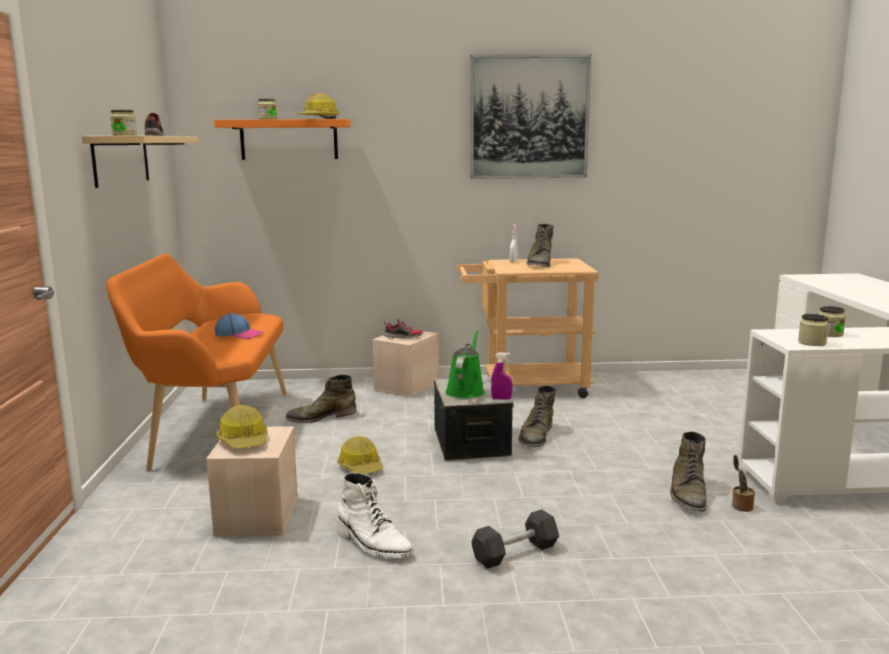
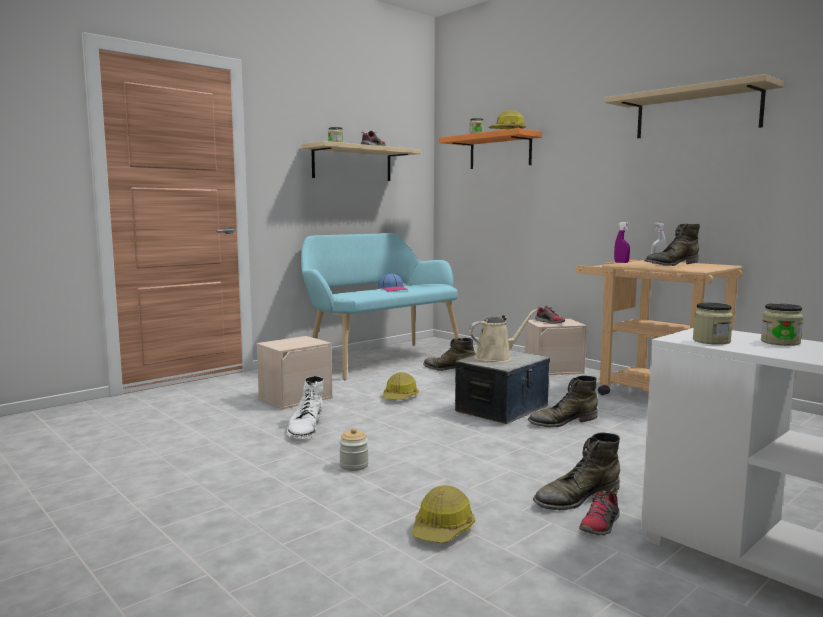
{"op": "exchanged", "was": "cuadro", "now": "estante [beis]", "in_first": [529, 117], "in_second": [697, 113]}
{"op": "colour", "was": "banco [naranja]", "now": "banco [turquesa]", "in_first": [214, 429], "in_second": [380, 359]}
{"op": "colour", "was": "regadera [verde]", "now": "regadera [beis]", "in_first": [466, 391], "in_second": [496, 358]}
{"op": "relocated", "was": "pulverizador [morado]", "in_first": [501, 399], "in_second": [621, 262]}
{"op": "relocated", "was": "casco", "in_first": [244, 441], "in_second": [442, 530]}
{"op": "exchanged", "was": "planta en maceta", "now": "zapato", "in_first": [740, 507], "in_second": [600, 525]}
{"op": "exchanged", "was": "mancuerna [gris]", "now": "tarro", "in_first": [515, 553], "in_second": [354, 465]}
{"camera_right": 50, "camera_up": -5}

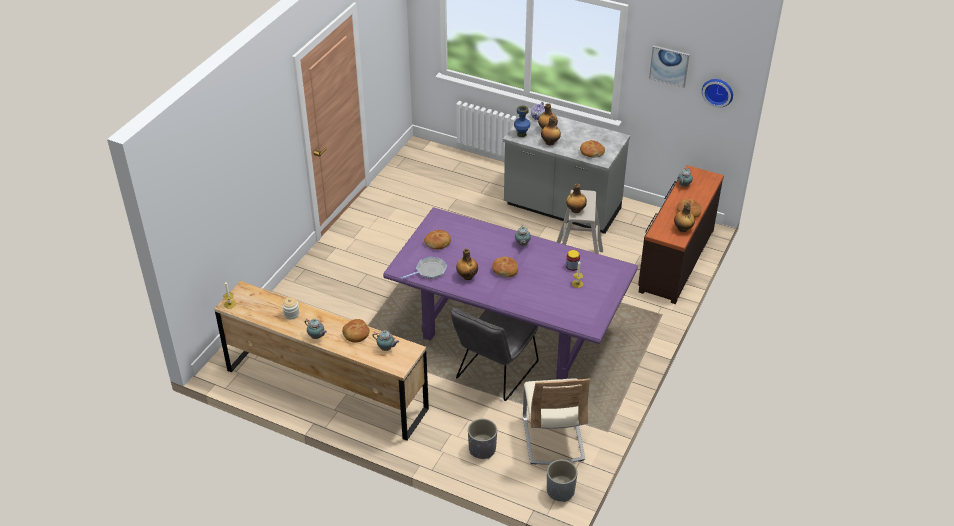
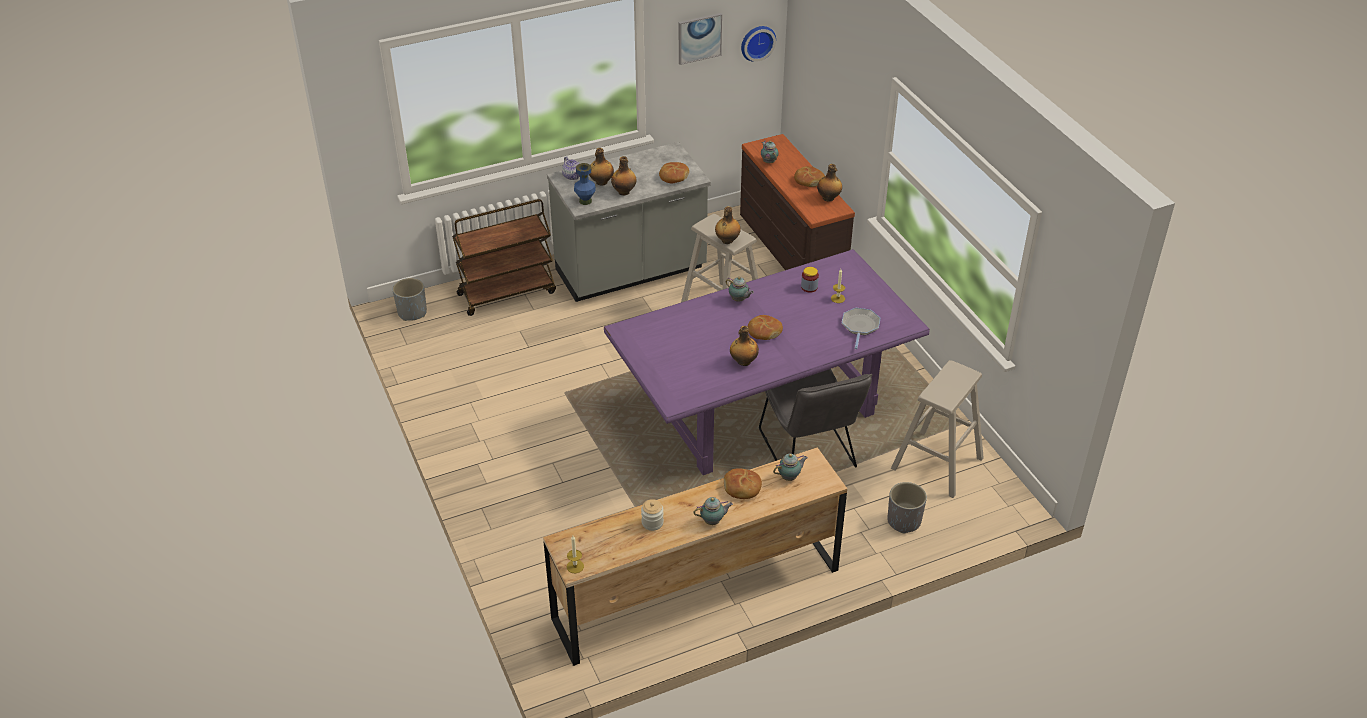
{"op": "missing", "was": "pan", "in_first": [438, 243]}
{"op": "relocated", "was": "sartén", "in_first": [429, 271], "in_second": [860, 326]}
{"op": "exchanged", "was": "silla [beis]", "now": "taburete [beis]", "in_first": [553, 438], "in_second": [937, 463]}
{"op": "relocated", "was": "maceta [gris]", "in_first": [560, 491], "in_second": [412, 312]}
{"op": "appeared", "now": "carrito [marrón]", "in_second": [507, 293]}
{"camera_right": -50, "camera_up": 0}

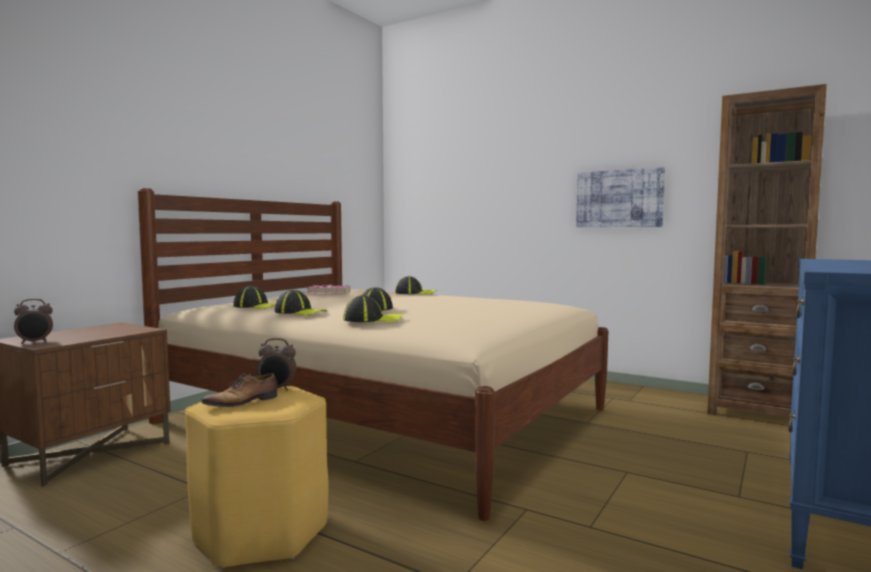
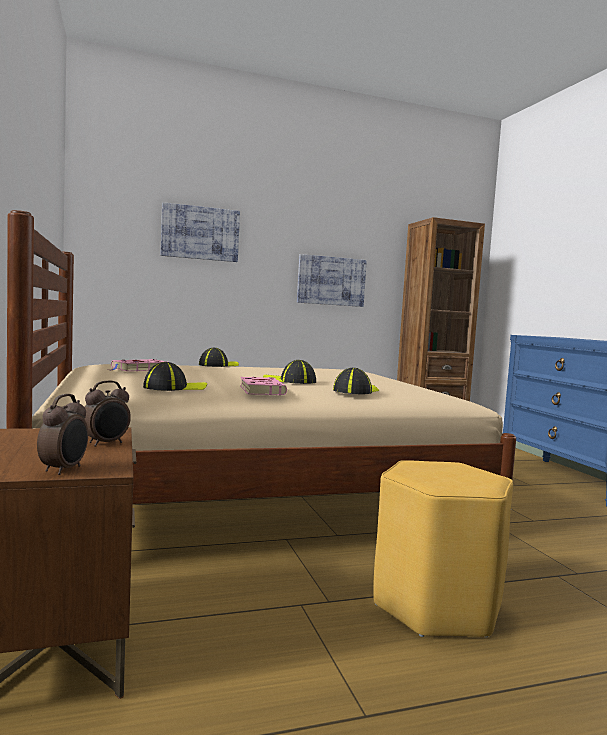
{"op": "exchanged", "was": "gorra", "now": "libro [rosa]", "in_first": [300, 312], "in_second": [261, 390]}
{"op": "relocated", "was": "despertador", "in_first": [277, 389], "in_second": [106, 444]}
{"op": "missing", "was": "zapato", "in_first": [243, 402]}
{"op": "appeared", "now": "cuadro", "in_second": [200, 233]}
{"camera_right": -50, "camera_up": 0}

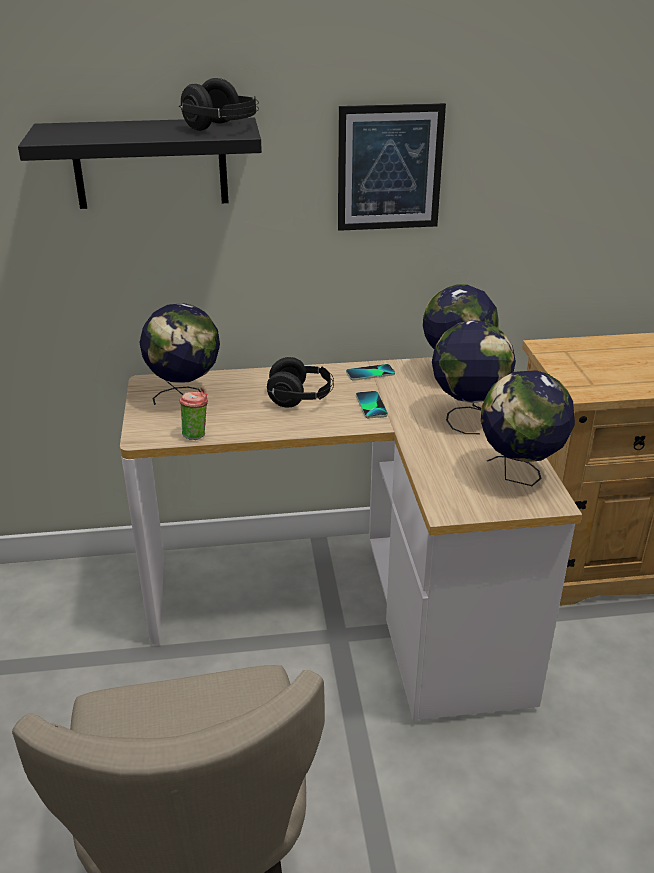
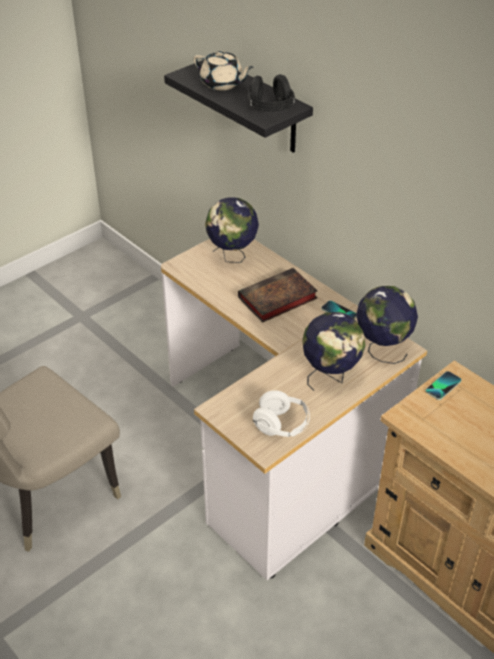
{"op": "missing", "was": "cuadro", "in_first": [389, 168]}
{"op": "exchanged", "was": "auriculares [negro]", "now": "libro", "in_first": [301, 399], "in_second": [276, 299]}
{"op": "exchanged", "was": "globo terráqueo", "now": "auriculares [blanco]", "in_first": [518, 475], "in_second": [281, 425]}
{"op": "missing", "was": "taza", "in_first": [196, 434]}
{"op": "relocated", "was": "móvil", "in_first": [371, 405], "in_second": [443, 386]}
{"op": "appeared", "now": "tetera [beis]", "in_second": [222, 84]}
{"camera_right": 55, "camera_up": 10}

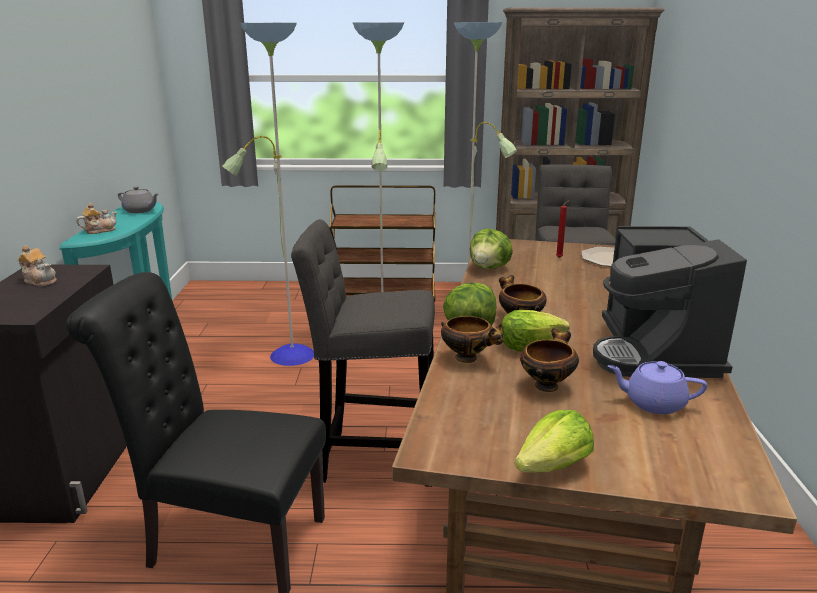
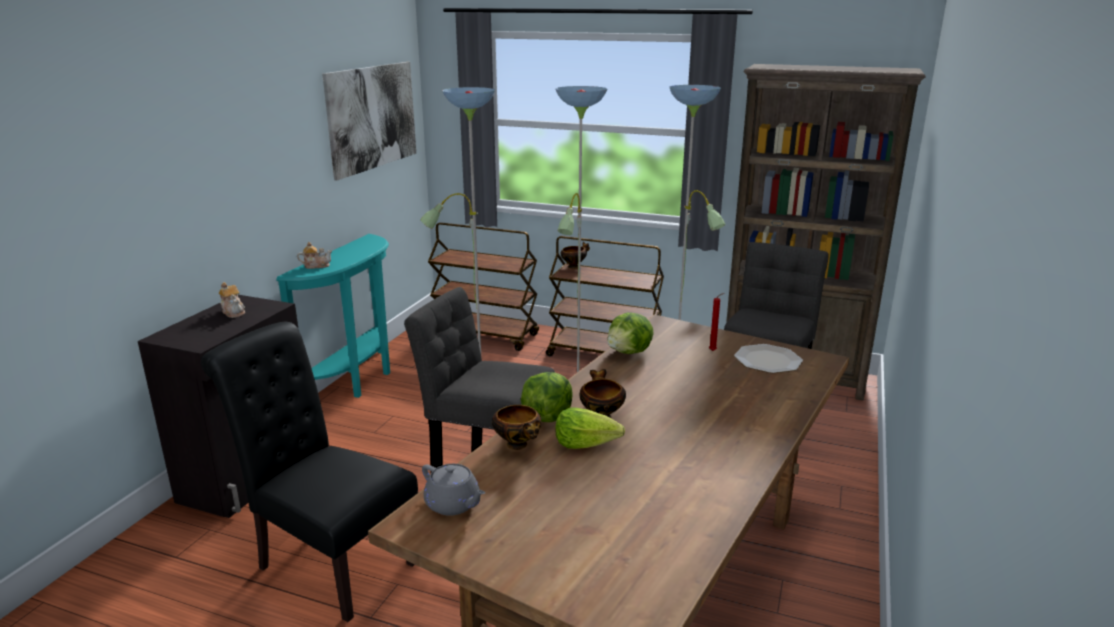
{"op": "relocated", "was": "tetera [gris]", "in_first": [140, 210], "in_second": [453, 504]}
{"op": "missing", "was": "cafetera", "in_first": [655, 352]}
{"op": "relocated", "was": "cuenco", "in_first": [546, 384], "in_second": [574, 266]}
{"op": "missing", "was": "tetera [morado]", "in_first": [653, 403]}
{"op": "missing", "was": "lechuga", "in_first": [553, 467]}
{"op": "appeared", "now": "cuadro", "in_second": [372, 117]}
{"op": "appeared", "now": "carrito [marrón]", "in_second": [485, 335]}
{"camera_right": 20, "camera_up": 0}

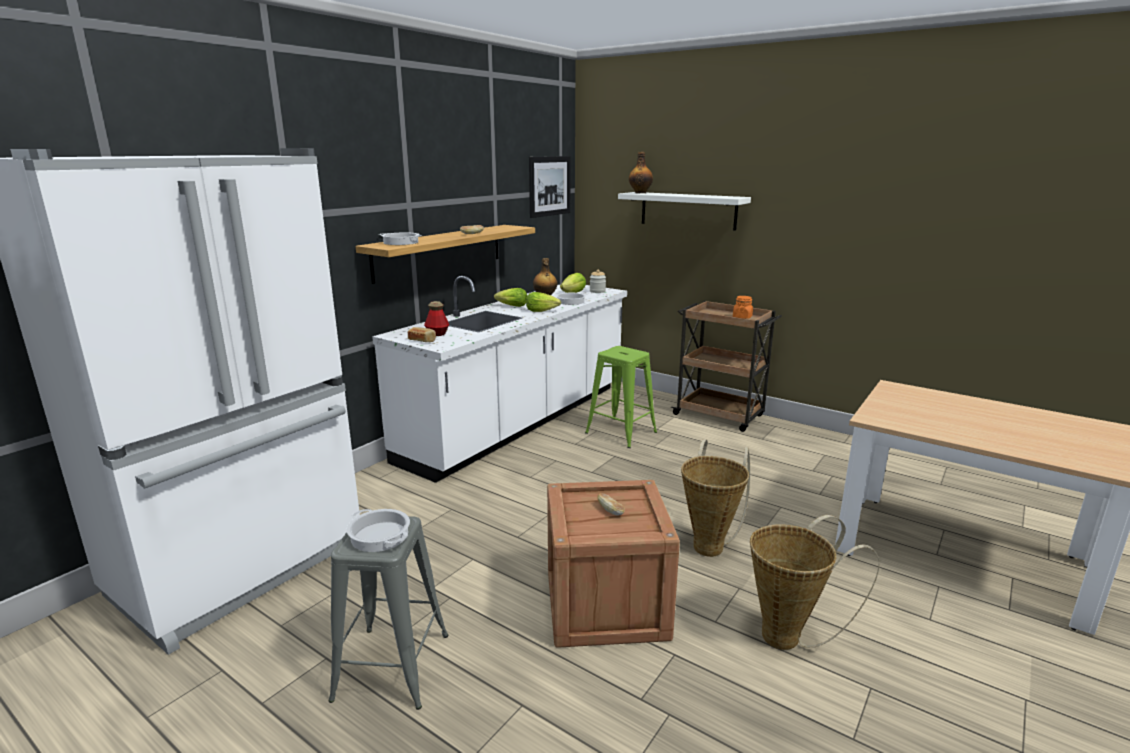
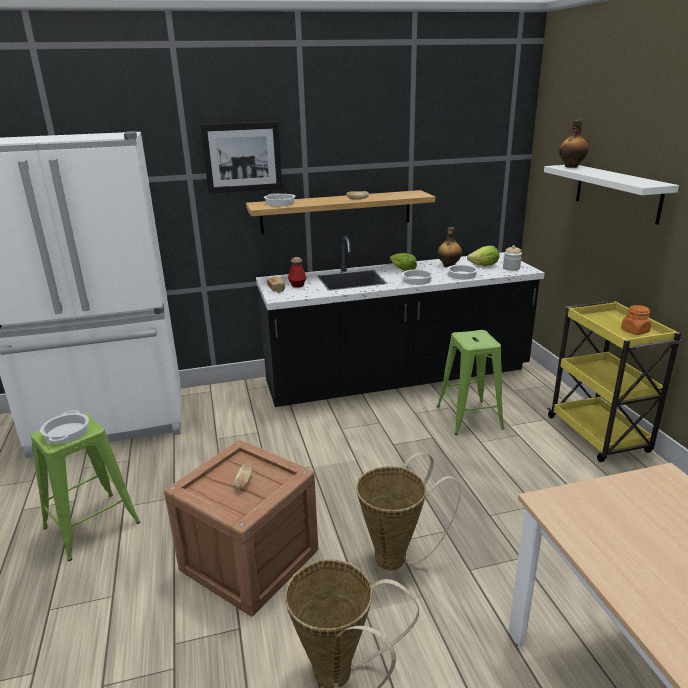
{"op": "relocated", "was": "cuadro", "in_first": [549, 186], "in_second": [242, 157]}
{"op": "colour", "was": "mueble bajo de cocina [blanco]", "now": "mueble bajo de cocina [negro]", "in_first": [520, 422], "in_second": [397, 377]}
{"op": "exchanged", "was": "lechuga", "now": "olla", "in_first": [542, 311], "in_second": [416, 280]}
{"op": "colour", "was": "carrito [marrón]", "now": "carrito [amarillo]", "in_first": [720, 416], "in_second": [599, 435]}
{"op": "colour", "was": "taburete [gris]", "now": "taburete [verde]", "in_first": [391, 667], "in_second": [91, 525]}
{"camera_right": 40, "camera_up": 5}

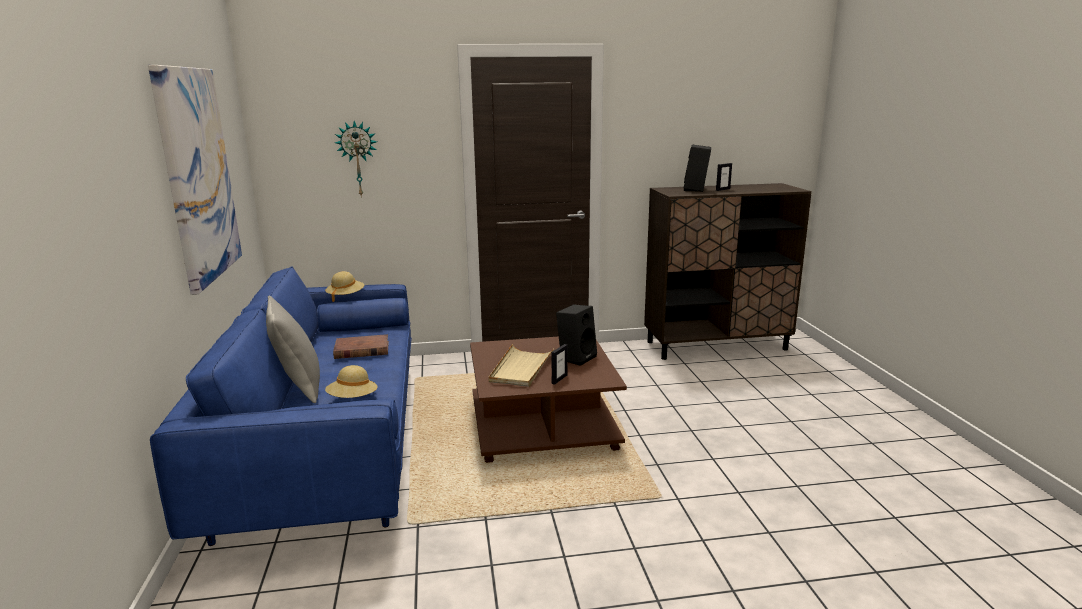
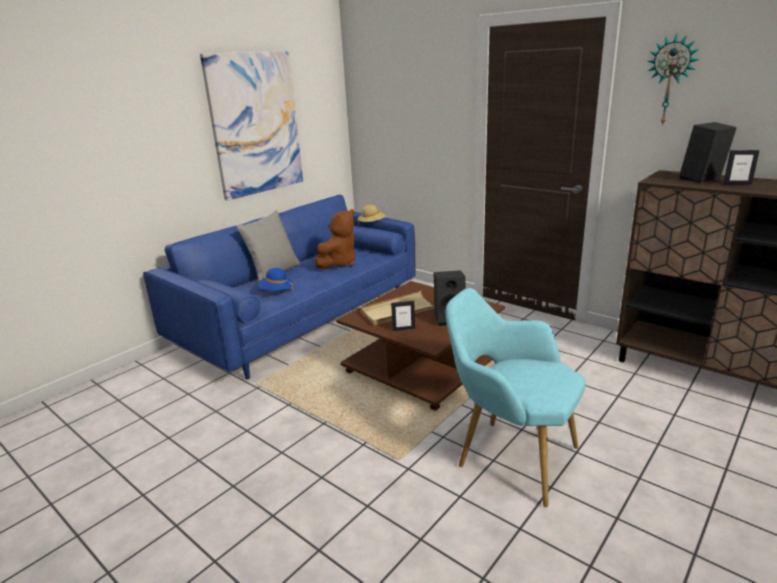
{"op": "relocated", "was": "reloj de pared", "in_first": [358, 159], "in_second": [670, 80]}
{"op": "exchanged", "was": "libro [marrón]", "now": "peluche [marrón]", "in_first": [361, 350], "in_second": [339, 263]}
{"op": "colour", "was": "sombrero [beis]", "now": "sombrero [azul]", "in_first": [353, 399], "in_second": [276, 291]}
{"op": "appeared", "now": "sillón [turquesa]", "in_second": [509, 456]}
{"camera_right": 50, "camera_up": 5}

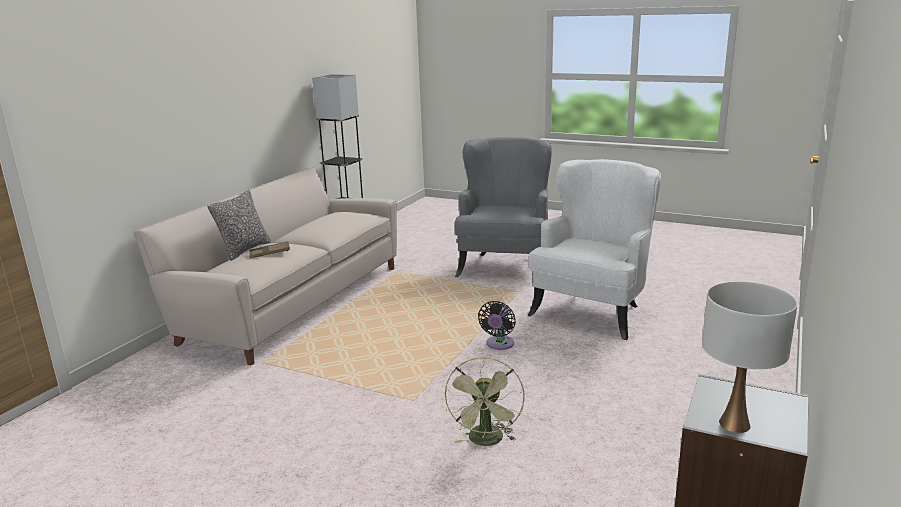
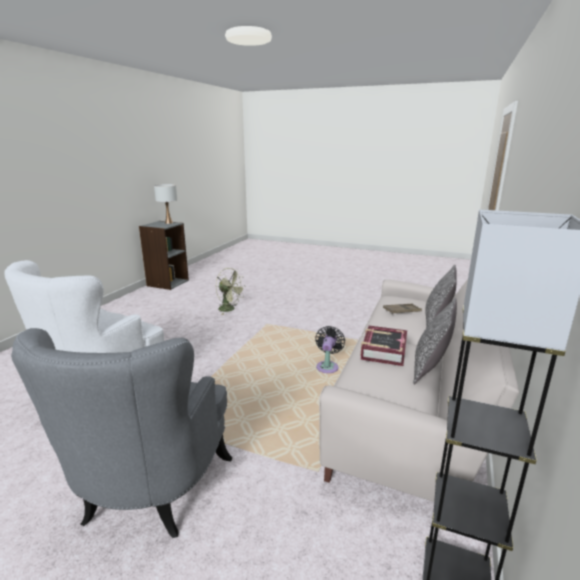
{"op": "relocated", "was": "ventilador [negro]", "in_first": [499, 344], "in_second": [328, 366]}
{"op": "spun", "was": "ventilador [verde]", "in_first": [486, 441], "in_second": [230, 309], "clockwise": 120}
{"op": "appeared", "now": "cojín", "in_second": [430, 368]}
{"op": "appeared", "now": "libro", "in_second": [383, 350]}
{"camera_right": 175, "camera_up": 0}

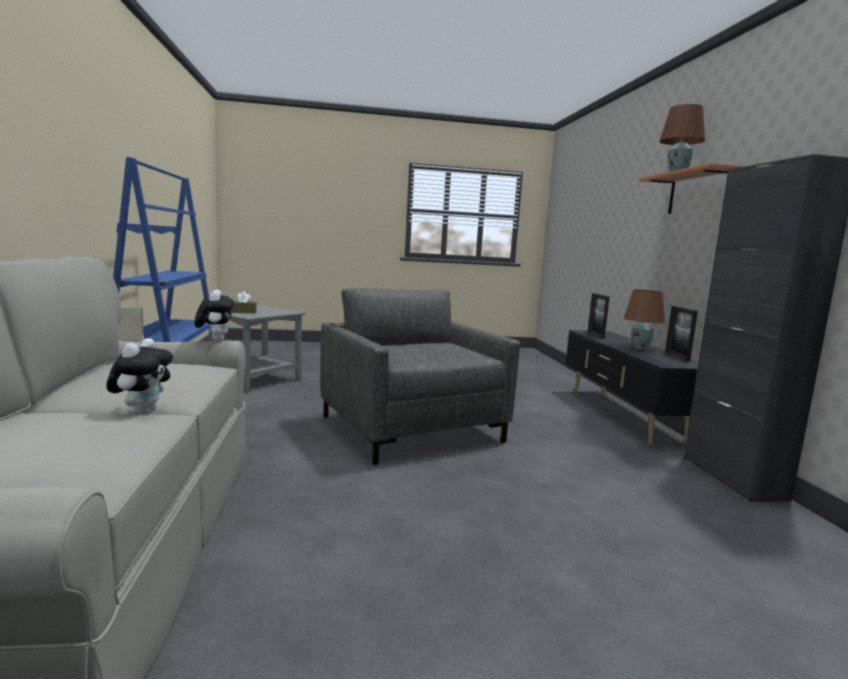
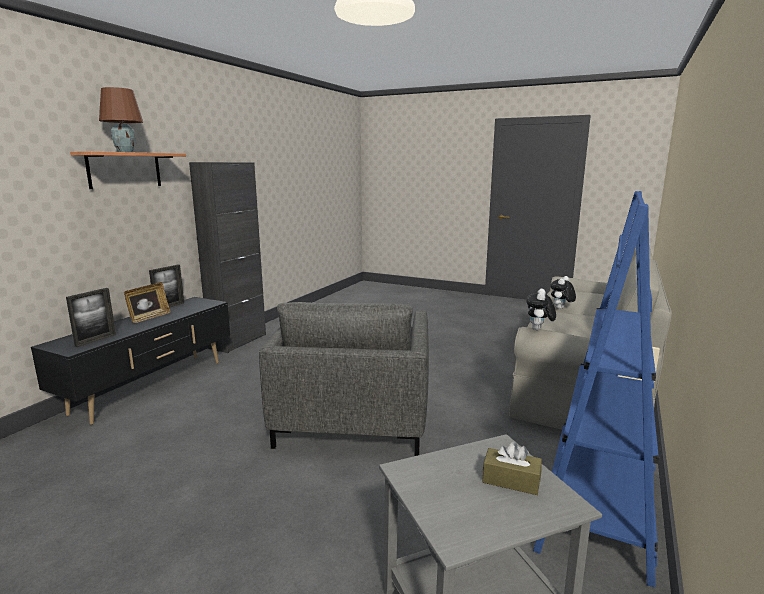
{"op": "exchanged", "was": "lámpara de mesa [marrón]", "now": "portarretratos", "in_first": [640, 348], "in_second": [149, 317]}
{"camera_right": -145, "camera_up": 5}

